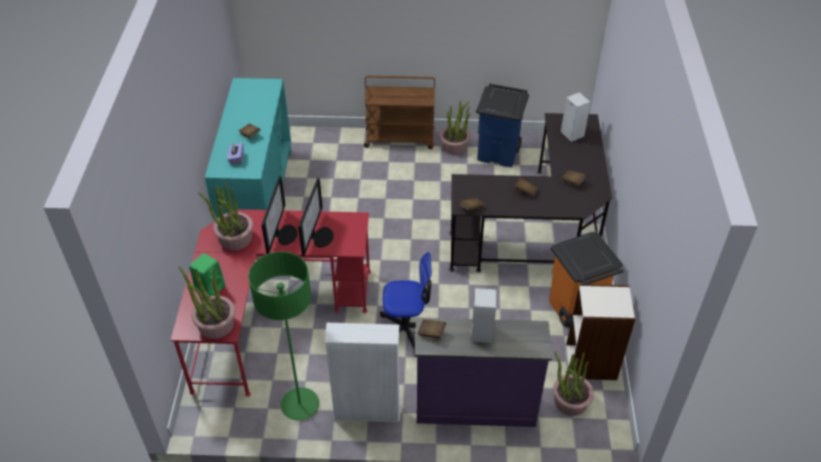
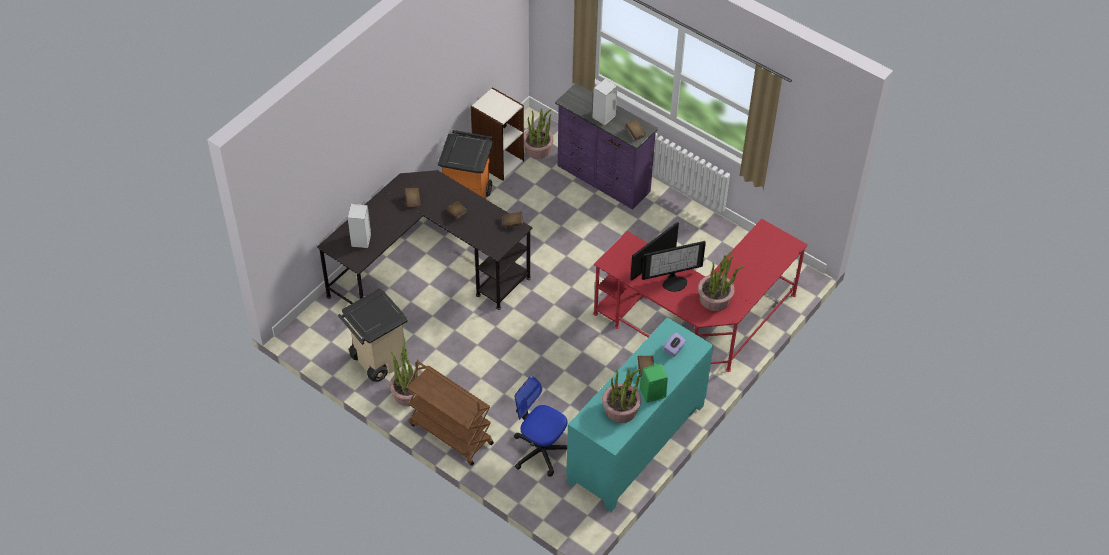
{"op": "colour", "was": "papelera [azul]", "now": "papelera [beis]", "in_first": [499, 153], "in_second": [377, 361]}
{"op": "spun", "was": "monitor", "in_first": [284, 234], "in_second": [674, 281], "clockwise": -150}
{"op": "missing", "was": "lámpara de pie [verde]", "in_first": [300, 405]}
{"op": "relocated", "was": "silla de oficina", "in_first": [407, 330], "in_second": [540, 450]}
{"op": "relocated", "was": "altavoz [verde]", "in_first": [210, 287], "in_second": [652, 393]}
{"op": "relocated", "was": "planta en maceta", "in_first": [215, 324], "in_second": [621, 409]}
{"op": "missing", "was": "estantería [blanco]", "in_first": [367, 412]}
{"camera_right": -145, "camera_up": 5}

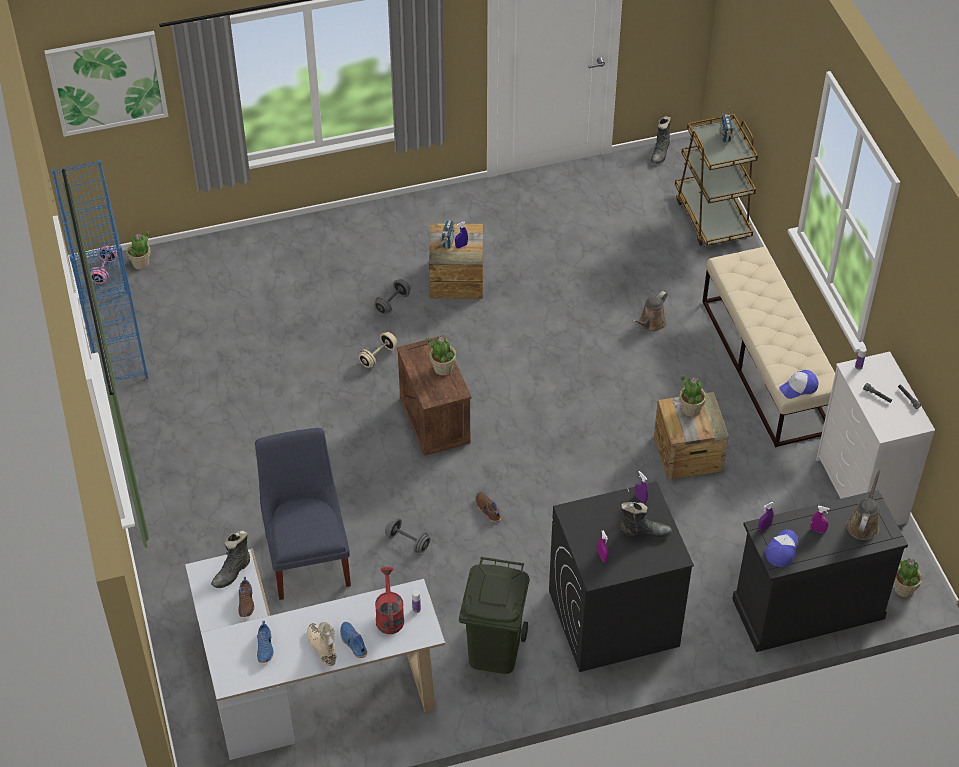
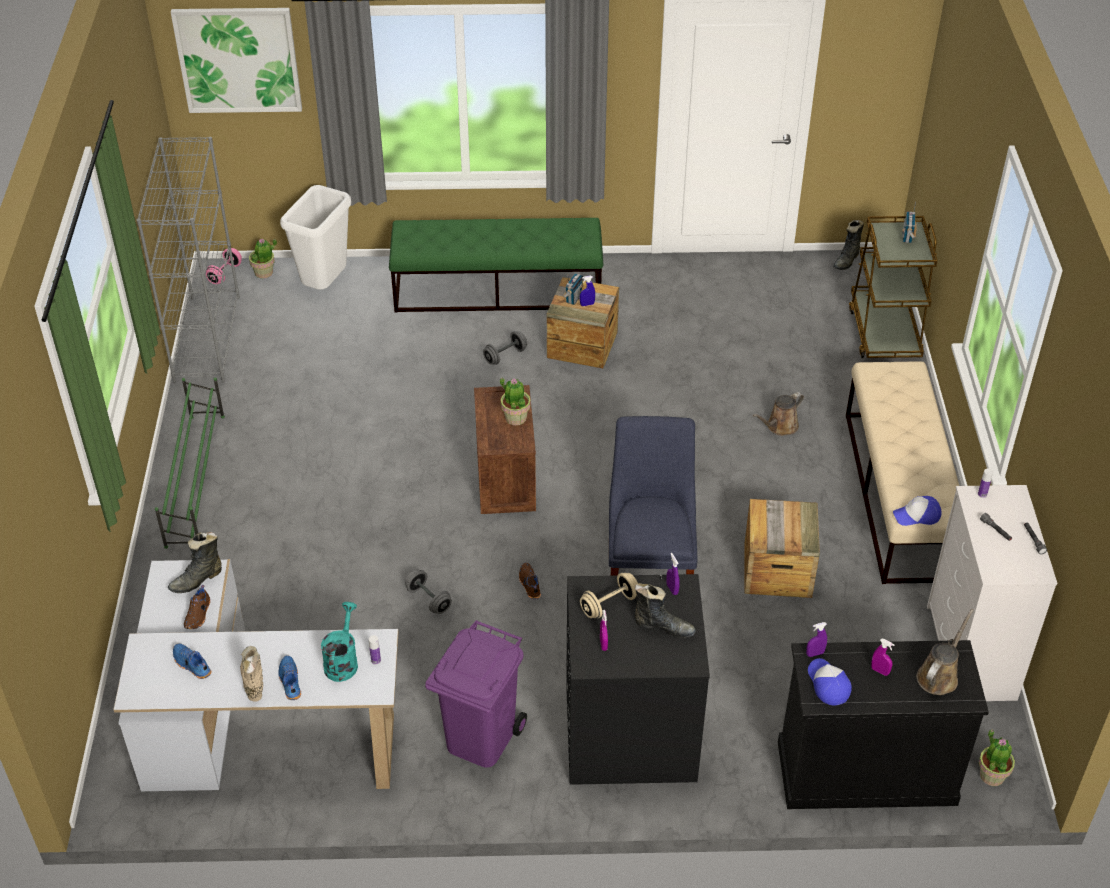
{"op": "colour", "was": "estantería [azul]", "now": "estantería [gris]", "in_first": [114, 338], "in_second": [207, 338]}
{"op": "relocated", "was": "mancuerna [beis]", "in_first": [378, 356], "in_second": [609, 604]}
{"op": "missing", "was": "planta en maceta", "in_first": [690, 408]}
{"op": "relocated", "was": "silla [azul]", "in_first": [308, 555], "in_second": [650, 566]}
{"op": "spun", "was": "gorra", "in_first": [781, 550], "in_second": [828, 684], "clockwise": -60}
{"op": "colour", "was": "papelera [verde]", "now": "papelera [morado]", "in_first": [493, 650], "in_second": [479, 737]}
{"op": "colour", "was": "regadera [rojo]", "now": "regadera [turquesa]", "in_first": [389, 615], "in_second": [342, 661]}
{"op": "spun", "was": "zapato [azul]", "in_first": [265, 647], "in_second": [191, 665], "clockwise": 120}
{"op": "appeared", "now": "papelera [blanco]", "in_second": [324, 285]}
{"op": "appeared", "now": "banco [verde]", "in_second": [498, 290]}
{"op": "appeared", "now": "zapatero [verde]", "in_second": [196, 479]}
{"camera_right": 15, "camera_up": -5}

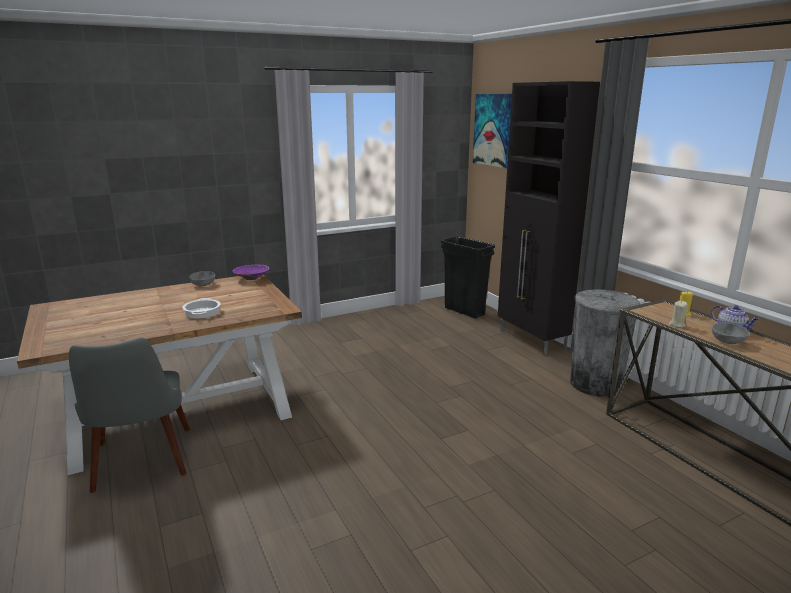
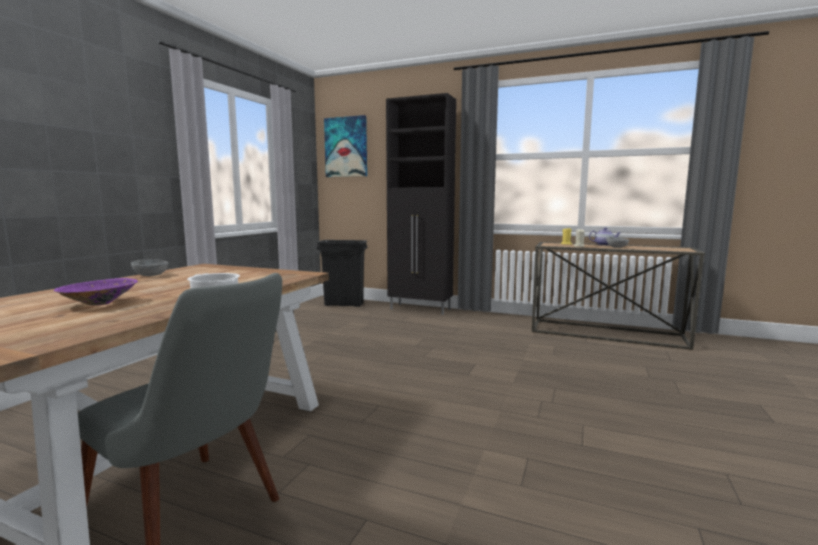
{"op": "relocated", "was": "cuenco [morado]", "in_first": [251, 279], "in_second": [98, 303]}
{"op": "missing", "was": "papelera [gris]", "in_first": [595, 384]}
{"camera_right": -40, "camera_up": -10}

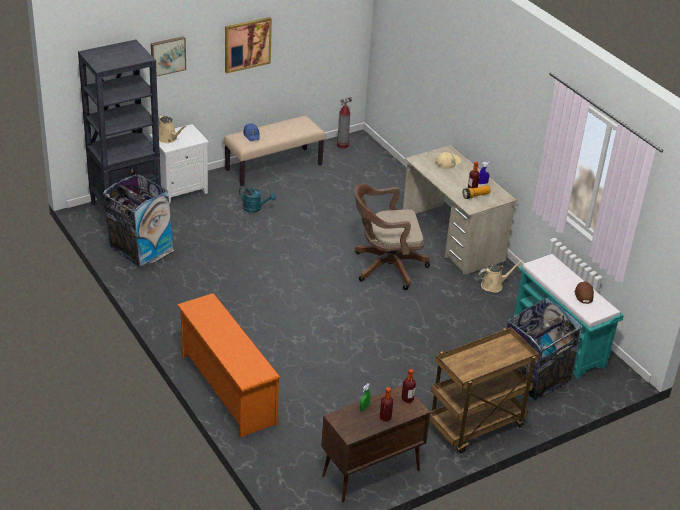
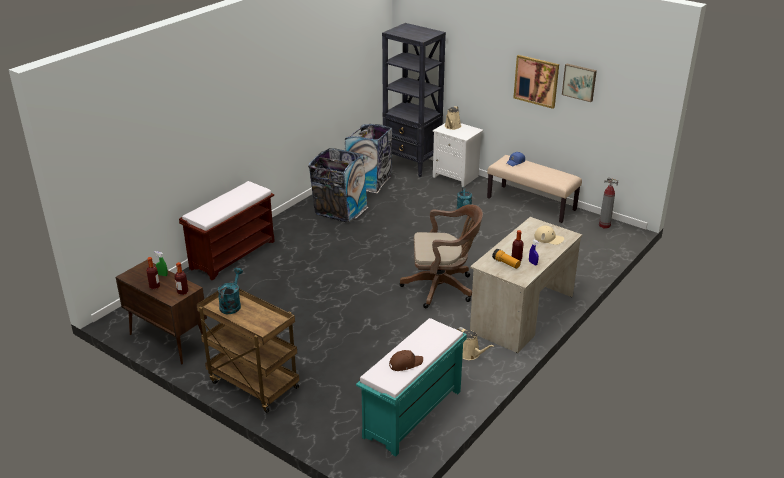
{"op": "relocated", "was": "cuadro", "in_first": [167, 55], "in_second": [579, 82]}
{"op": "spun", "was": "silla de oficina [marrón]", "in_first": [385, 267], "in_second": [442, 287], "clockwise": 120}
{"op": "exchanged", "was": "zapatero [naranja]", "now": "banco [marrón]", "in_first": [226, 389], "in_second": [233, 254]}
{"op": "relocated", "was": "papelera", "in_first": [534, 379], "in_second": [340, 211]}
{"op": "appeared", "now": "regadera [turquesa]", "in_second": [231, 304]}
{"camera_right": 70, "camera_up": -5}

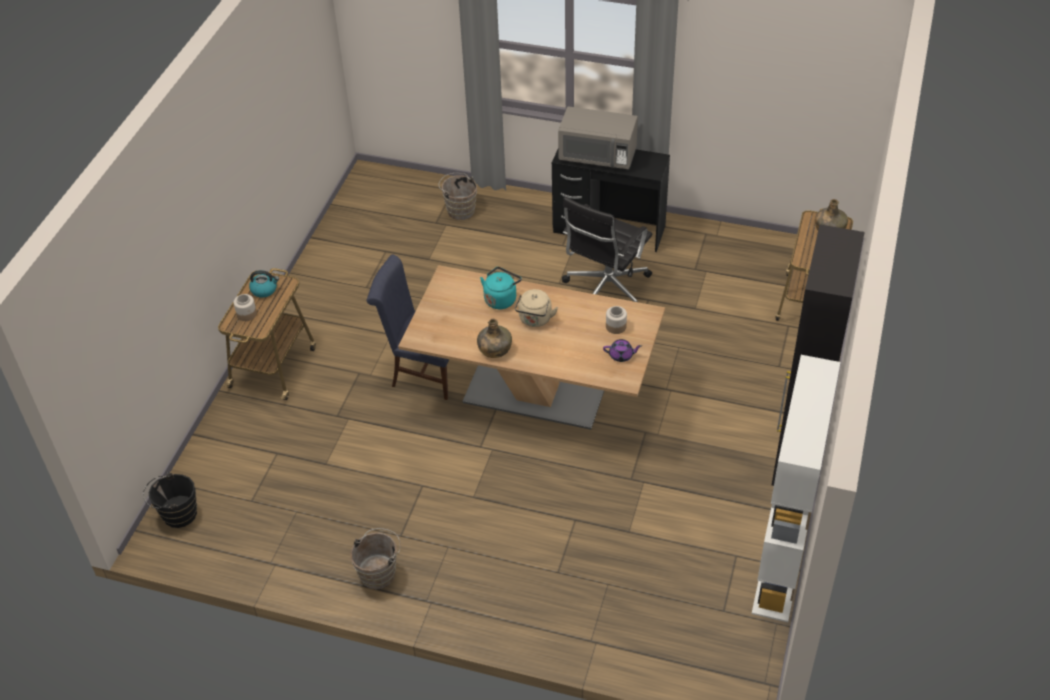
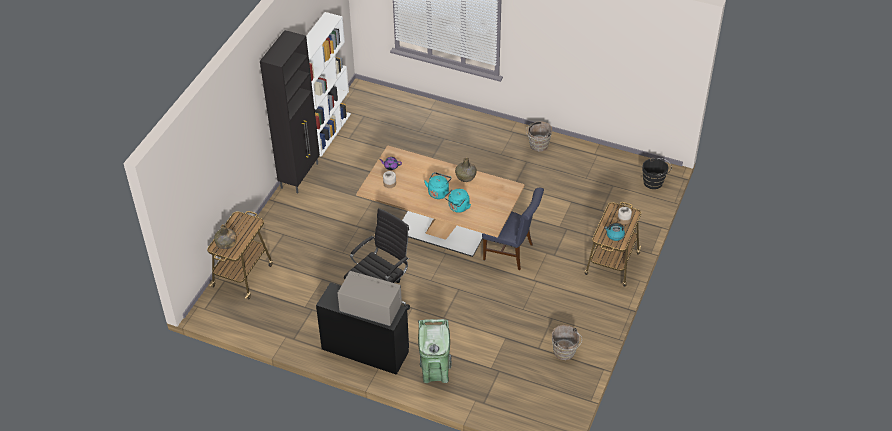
{"op": "relocated", "was": "cubo [marrón]", "in_first": [459, 209], "in_second": [565, 352]}
{"op": "colour", "was": "hervidor [beis]", "now": "hervidor [turquesa]", "in_first": [535, 320], "in_second": [438, 192]}
{"op": "appeared", "now": "papelera [verde]", "in_second": [435, 373]}
{"camera_right": -175, "camera_up": 0}

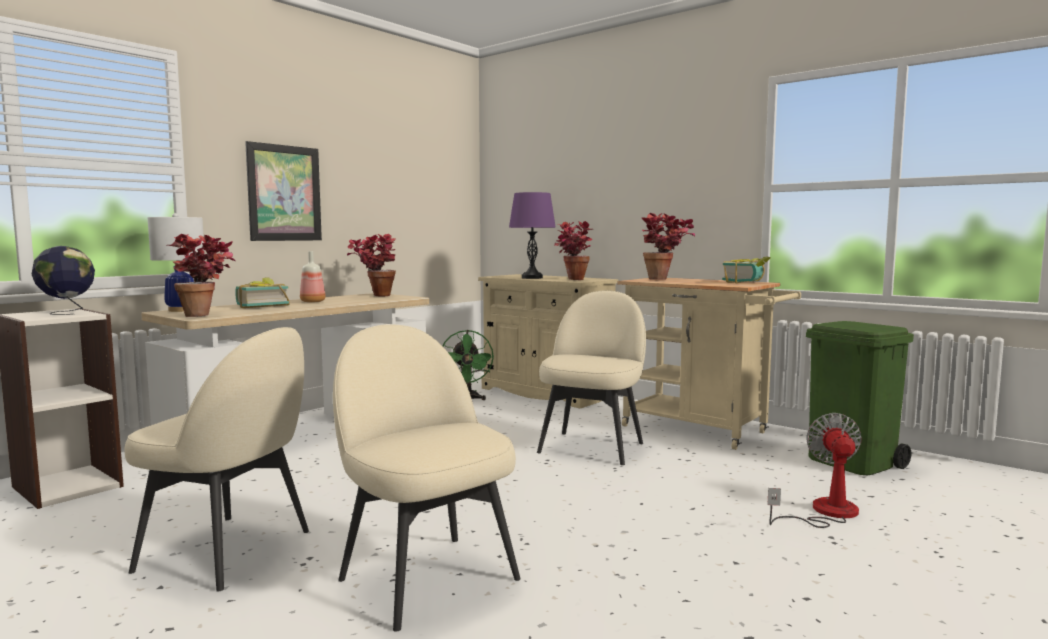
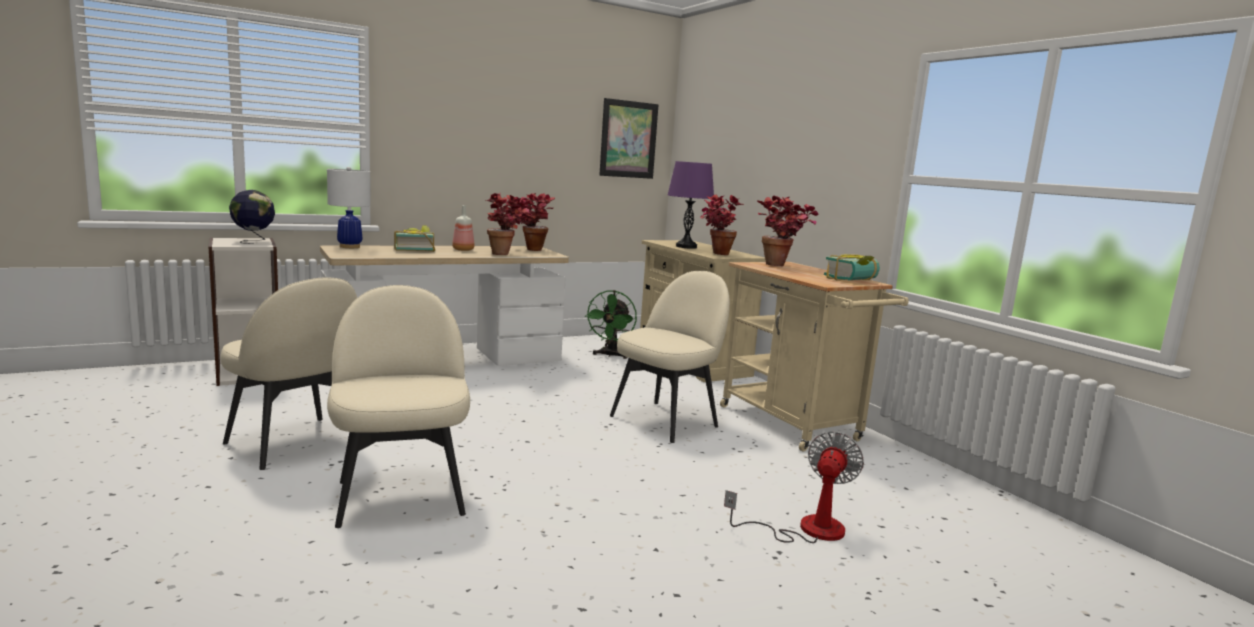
{"op": "relocated", "was": "cuadro", "in_first": [284, 193], "in_second": [628, 139]}
{"op": "relocated", "was": "planta en maceta", "in_first": [206, 315], "in_second": [507, 254]}
{"op": "missing", "was": "papelera [verde]", "in_first": [852, 462]}
{"camera_right": 20, "camera_up": 5}

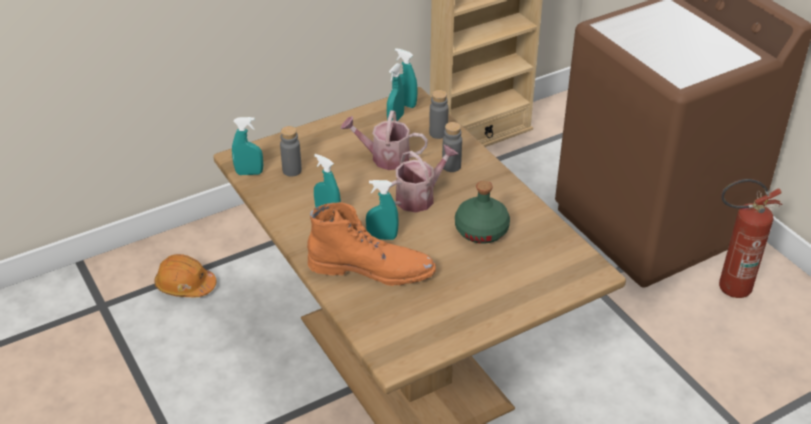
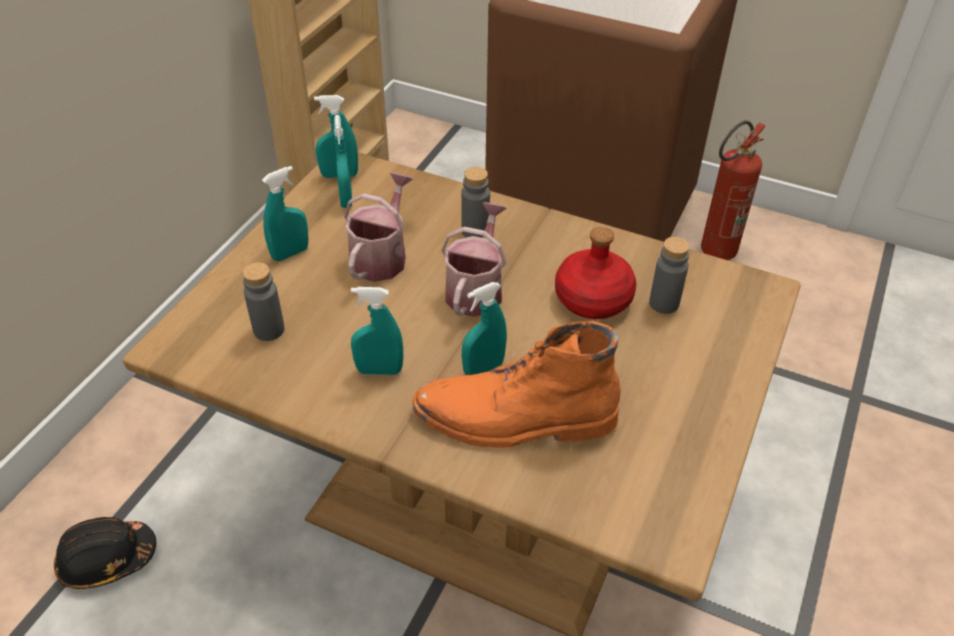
{"op": "relocated", "was": "botella [gris]", "in_first": [438, 133], "in_second": [664, 303]}
{"op": "spun", "was": "regadera", "in_first": [385, 158], "in_second": [381, 256], "clockwise": 135}
{"op": "relocated", "was": "pulverizador [turquesa]", "in_first": [249, 173], "in_second": [290, 253]}
{"op": "colour", "was": "botella [verde]", "now": "botella [rojo]", "in_first": [481, 230], "in_second": [592, 298]}
{"op": "spun", "was": "bota [naranja]", "in_first": [372, 268], "in_second": [513, 420], "clockwise": -150}
{"op": "colour", "was": "casco [naranja]", "now": "casco [negro]", "in_first": [185, 285], "in_second": [106, 559]}
{"camera_right": -35, "camera_up": 5}

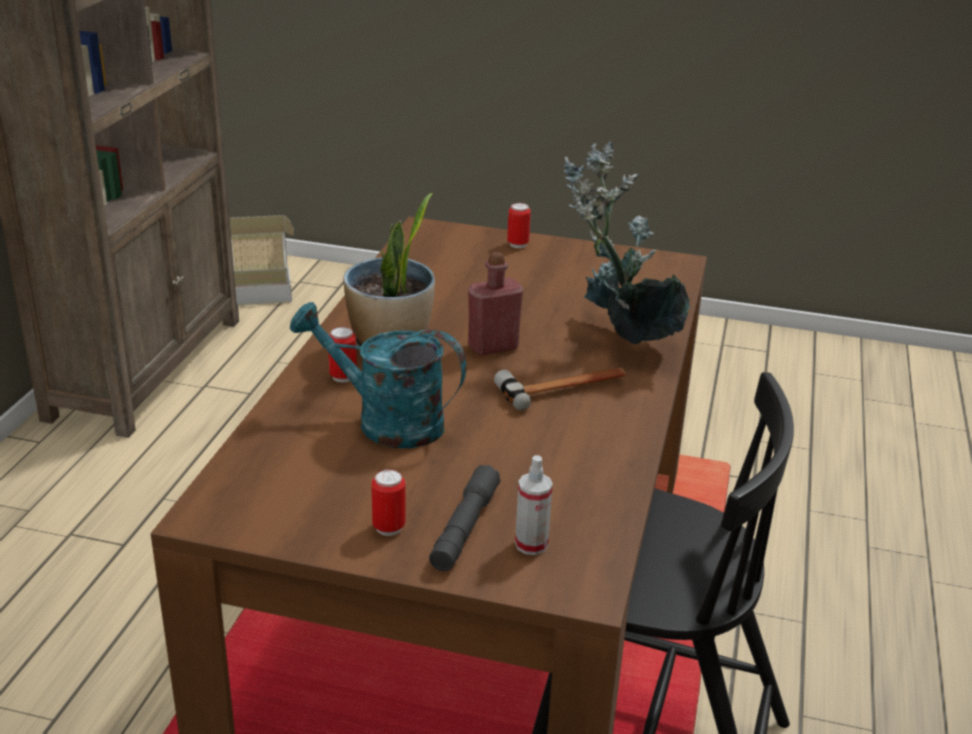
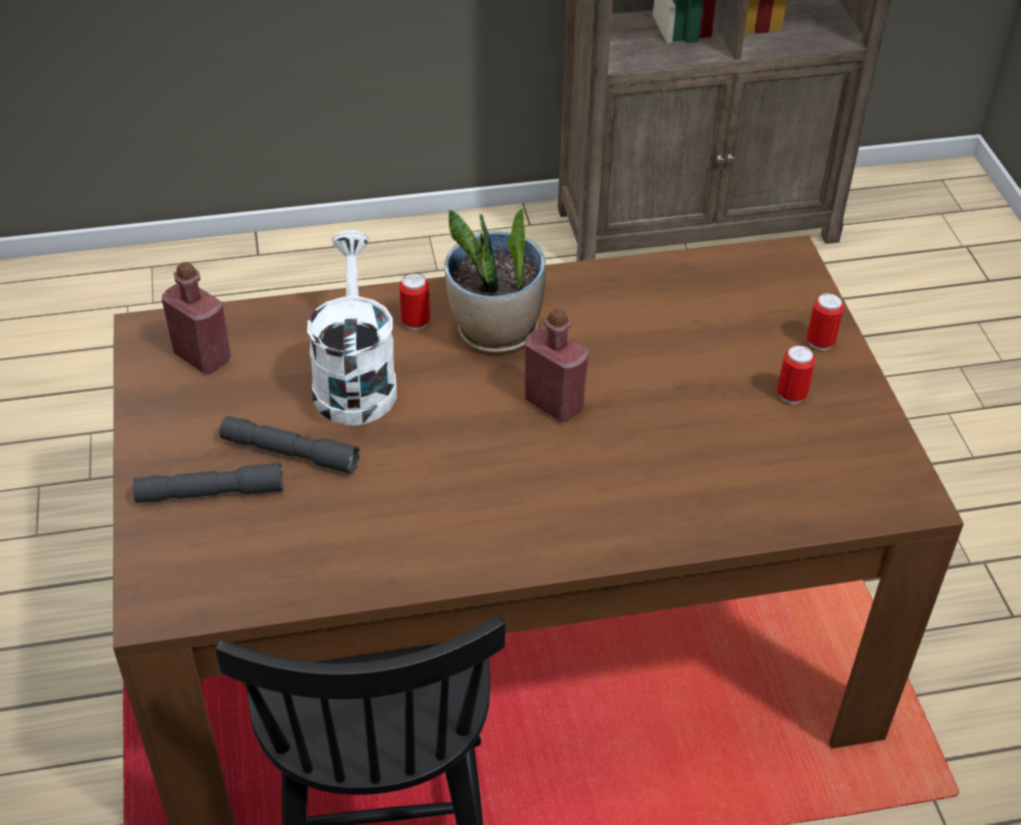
{"op": "missing", "was": "planta en maceta", "in_first": [619, 342]}
{"op": "missing", "was": "caja de cartón", "in_first": [261, 288]}
{"op": "colour", "was": "regadera [turquesa]", "now": "regadera [blanco]", "in_first": [385, 421], "in_second": [354, 379]}
{"op": "missing", "was": "martillo", "in_first": [563, 388]}
{"op": "missing", "was": "pulverizador", "in_first": [531, 544]}
{"op": "relocated", "was": "lata", "in_first": [388, 527], "in_second": [791, 395]}
{"op": "appeared", "now": "botella [rojo]", "in_second": [202, 357]}
{"op": "appeared", "now": "linterna [gris]", "in_second": [290, 453]}
{"camera_right": 65, "camera_up": 15}

